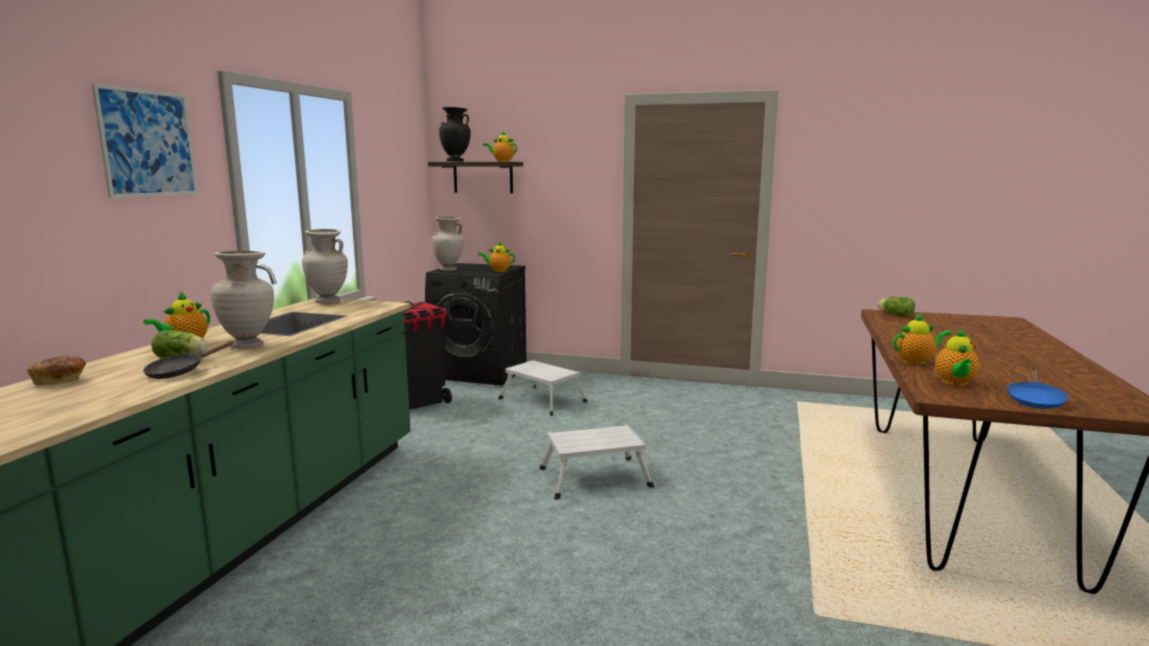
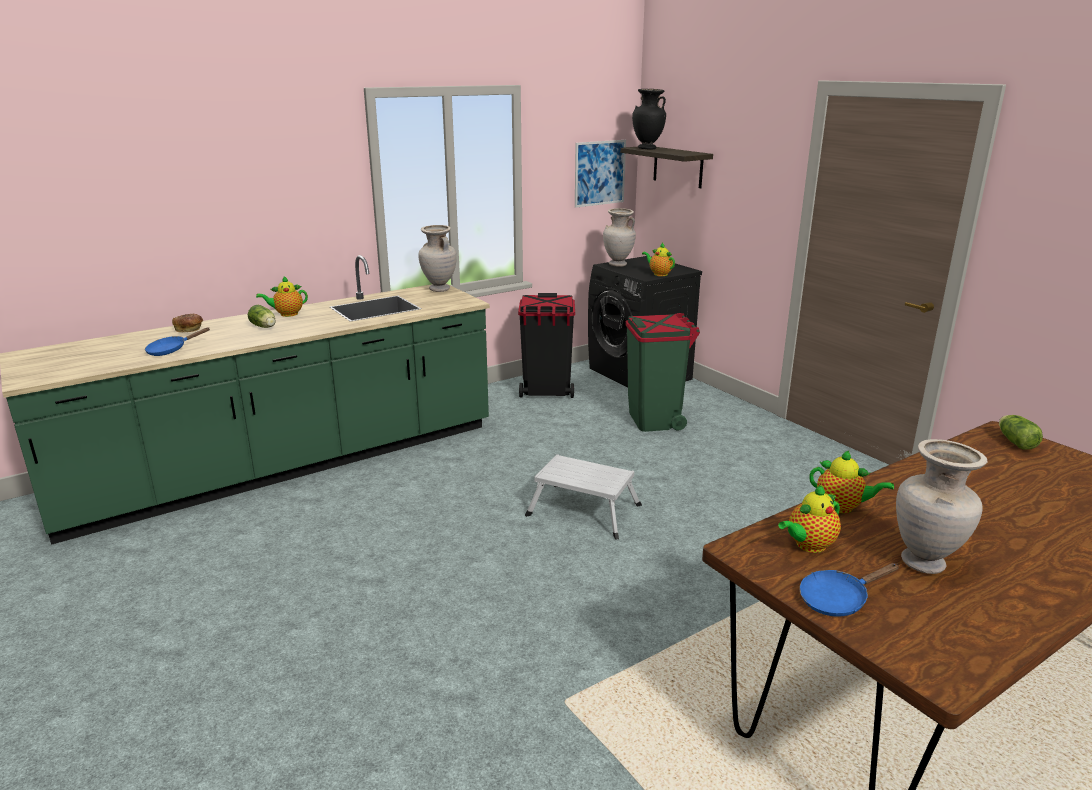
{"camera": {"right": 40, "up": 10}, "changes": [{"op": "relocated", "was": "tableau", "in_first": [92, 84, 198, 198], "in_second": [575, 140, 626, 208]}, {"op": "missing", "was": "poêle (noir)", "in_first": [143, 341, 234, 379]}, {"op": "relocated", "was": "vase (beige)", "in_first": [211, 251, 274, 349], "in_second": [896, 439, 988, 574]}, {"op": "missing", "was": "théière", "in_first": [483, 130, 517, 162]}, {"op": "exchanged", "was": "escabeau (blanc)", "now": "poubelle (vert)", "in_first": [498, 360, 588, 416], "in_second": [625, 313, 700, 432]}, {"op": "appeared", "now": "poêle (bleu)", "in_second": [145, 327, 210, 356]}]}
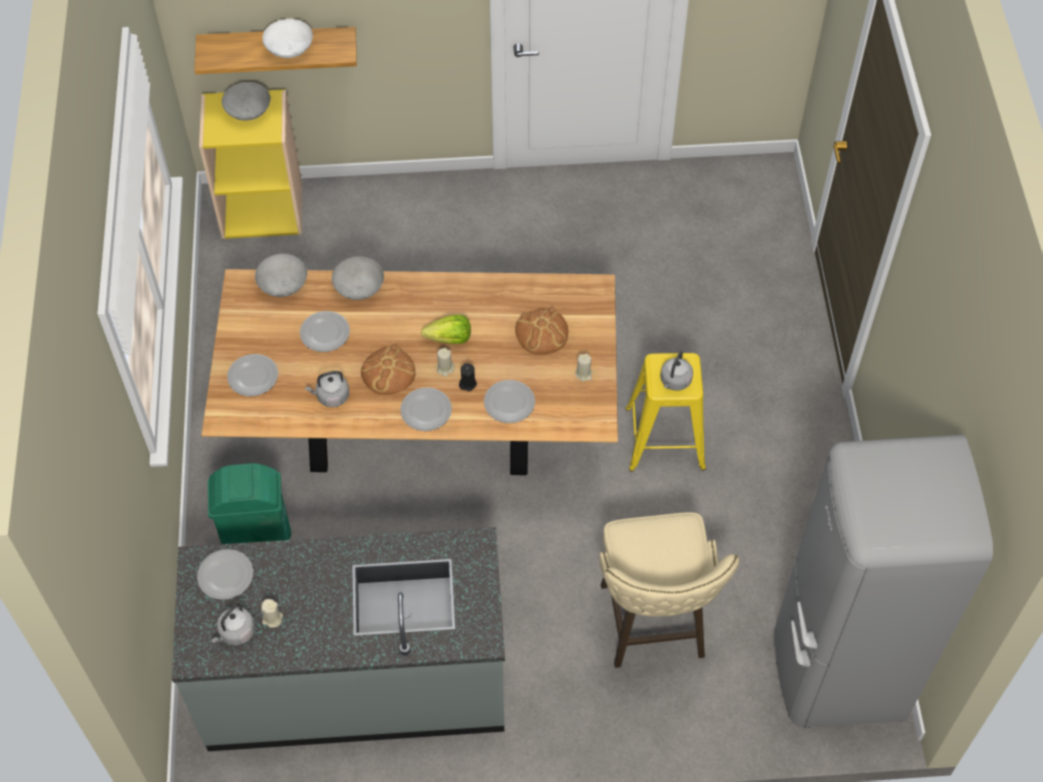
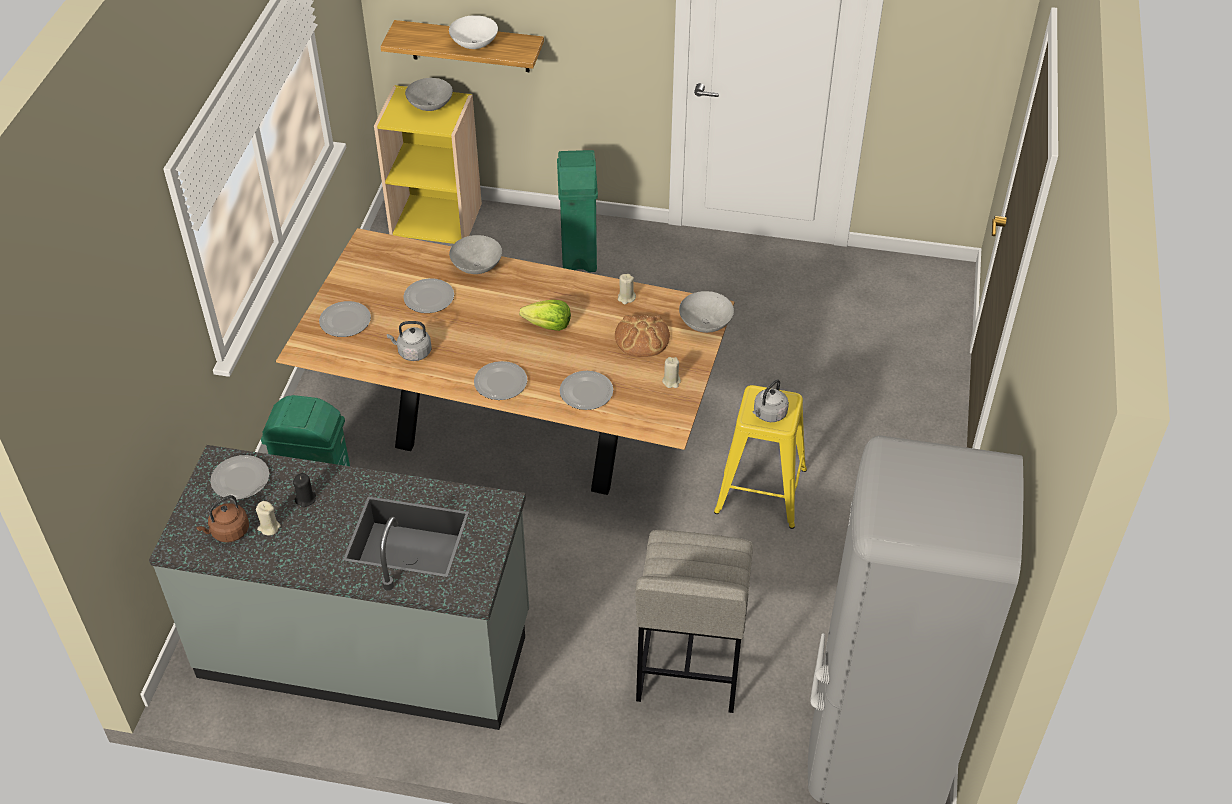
{"camera": {"right": 15, "up": -10}, "changes": [{"op": "colour", "was": "bouilloire (gris)", "now": "bouilloire (marron)", "in_first": [211, 603, 255, 645], "in_second": [196, 495, 249, 543]}, {"op": "relocated", "was": "bol (gris)", "in_first": [255, 254, 307, 297], "in_second": [679, 291, 734, 333]}, {"op": "missing", "was": "pain", "in_first": [361, 345, 416, 395]}, {"op": "relocated", "was": "bougie (beige)", "in_first": [437, 348, 454, 377], "in_second": [618, 274, 636, 305]}, {"op": "relocated", "was": "bougie (noir)", "in_first": [459, 363, 477, 391], "in_second": [293, 473, 316, 507]}, {"op": "exchanged", "was": "tabouret (beige)", "now": "chaise (gris)", "in_first": [600, 512, 740, 668], "in_second": [635, 530, 753, 713]}, {"op": "appeared", "now": "poubelle (vert)", "in_second": [557, 150, 598, 272]}]}
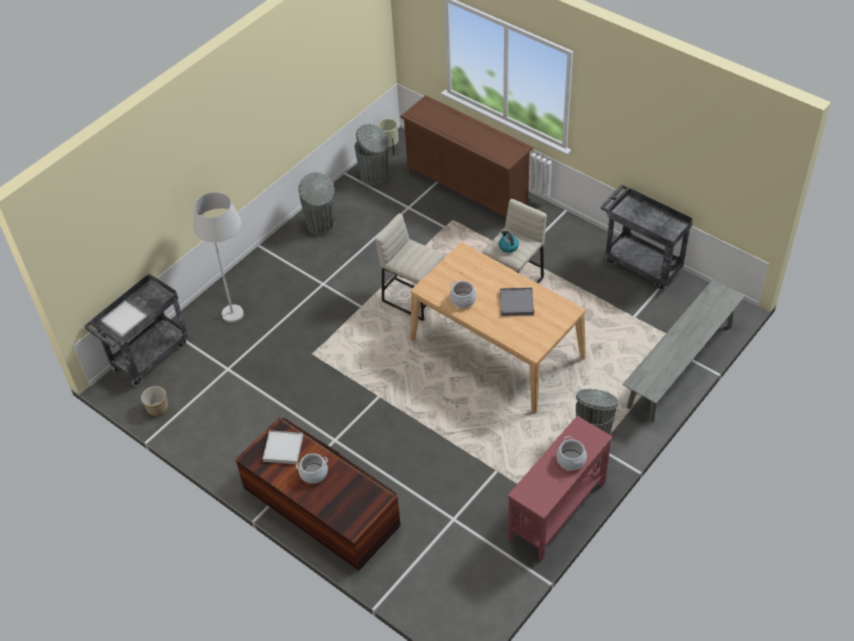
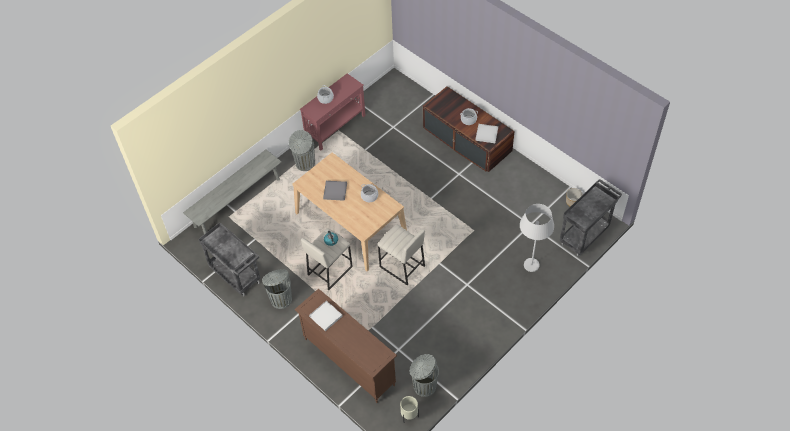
{"camera": {"right": -175, "up": 5}, "changes": [{"op": "relocated", "was": "plateau (blanc)", "in_first": [101, 301, 147, 337], "in_second": [309, 301, 342, 331]}, {"op": "relocated", "was": "poubelle (gris)", "in_first": [299, 172, 335, 235], "in_second": [262, 269, 292, 309]}]}
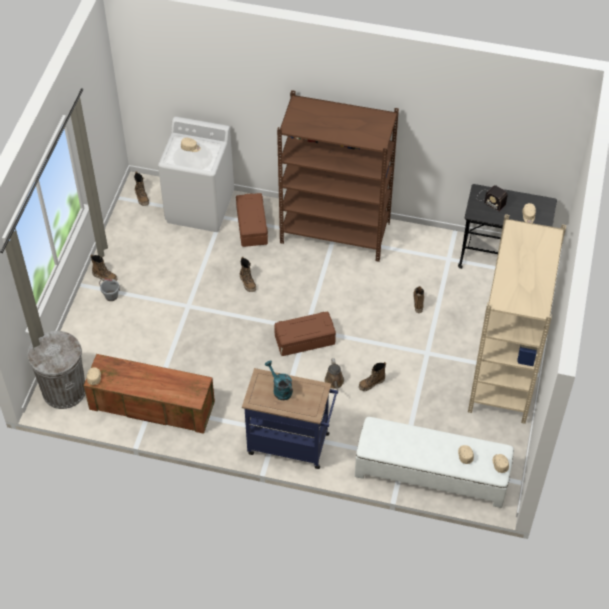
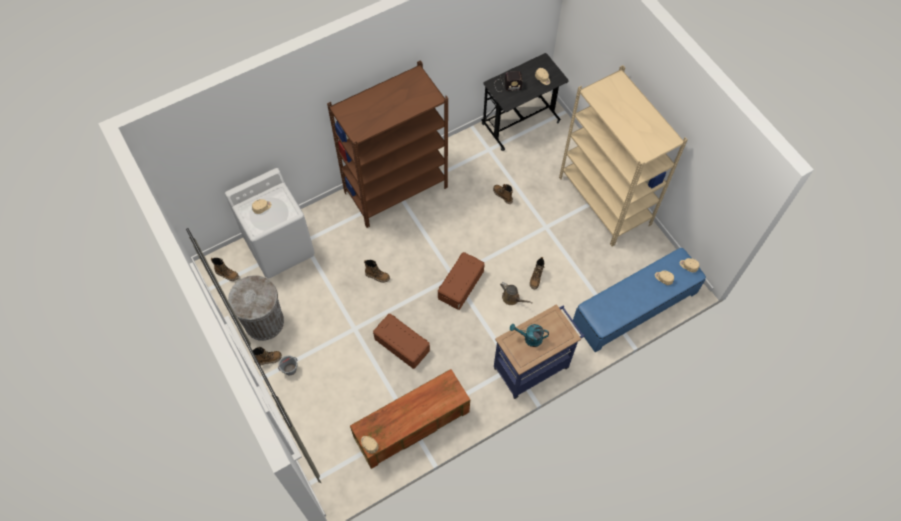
{"camera": {"right": -45, "up": 10}, "changes": [{"op": "relocated", "was": "poubelle (gris)", "in_first": [27, 331, 85, 409], "in_second": [228, 275, 284, 341]}, {"op": "relocated", "was": "boîte de rangement (marron)", "in_first": [236, 193, 268, 247], "in_second": [373, 314, 430, 369]}, {"op": "colour", "was": "banc (blanc)", "now": "banc (bleu)", "in_first": [355, 417, 514, 508], "in_second": [573, 248, 706, 352]}]}
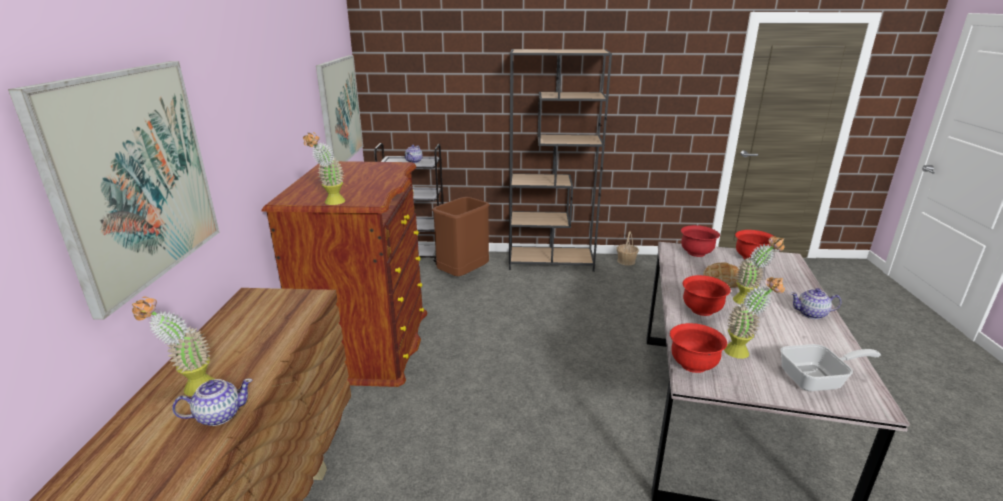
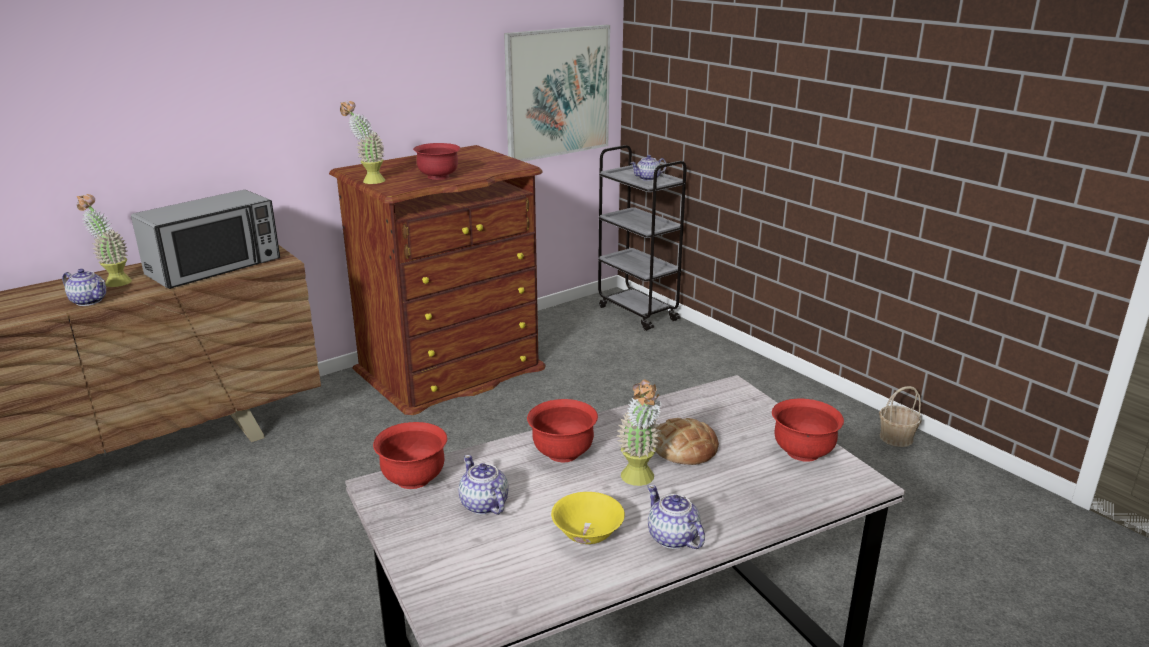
{"camera": {"right": 50, "up": 0}, "changes": [{"op": "missing", "was": "tableau", "in_first": [8, 61, 220, 320]}, {"op": "missing", "was": "poubelle (marron)", "in_first": [432, 197, 490, 276]}, {"op": "missing", "was": "bibliothèque", "in_first": [509, 49, 612, 272]}, {"op": "relocated", "was": "bol (rouge)", "in_first": [681, 225, 720, 257], "in_second": [413, 143, 460, 180]}, {"op": "exchanged", "was": "plante en pot", "now": "théière", "in_first": [724, 277, 785, 359], "in_second": [459, 455, 509, 515]}, {"op": "missing", "was": "poêle", "in_first": [780, 344, 881, 391]}, {"op": "appeared", "now": "micro-ondes", "in_second": [131, 190, 280, 289]}, {"op": "appeared", "now": "bol (jaune)", "in_second": [551, 492, 625, 544]}]}
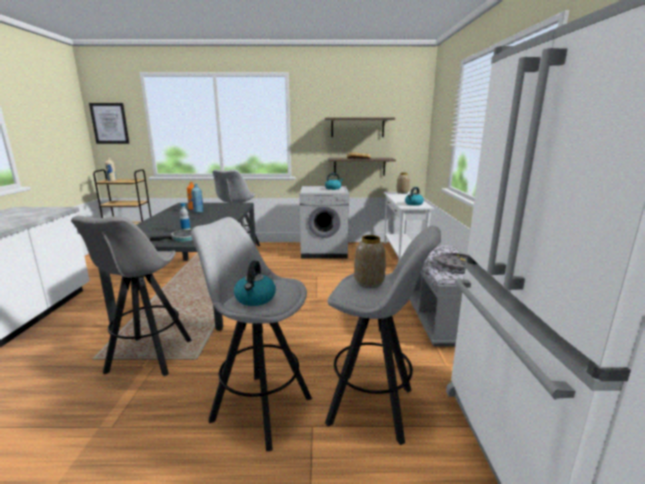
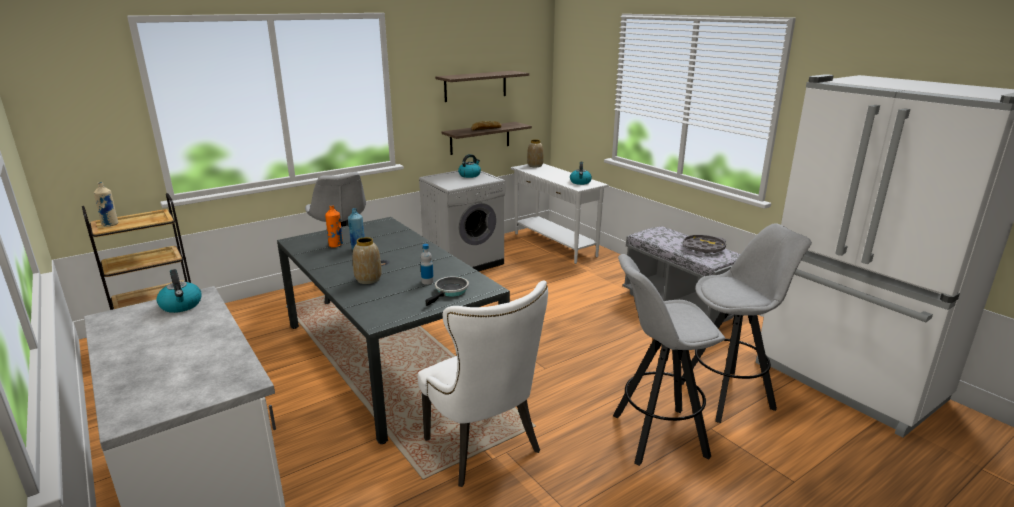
{"camera": {"right": -35, "up": 5}, "changes": [{"op": "exchanged", "was": "tabouret (gris)", "now": "chaise (blanc)", "in_first": [71, 216, 192, 376], "in_second": [417, 281, 548, 487]}, {"op": "missing", "was": "tableau", "in_first": [89, 103, 130, 144]}, {"op": "relocated", "was": "bouilloire", "in_first": [234, 261, 276, 306], "in_second": [156, 269, 201, 313]}, {"op": "relocated", "was": "vase", "in_first": [354, 235, 386, 288], "in_second": [353, 237, 382, 284]}]}
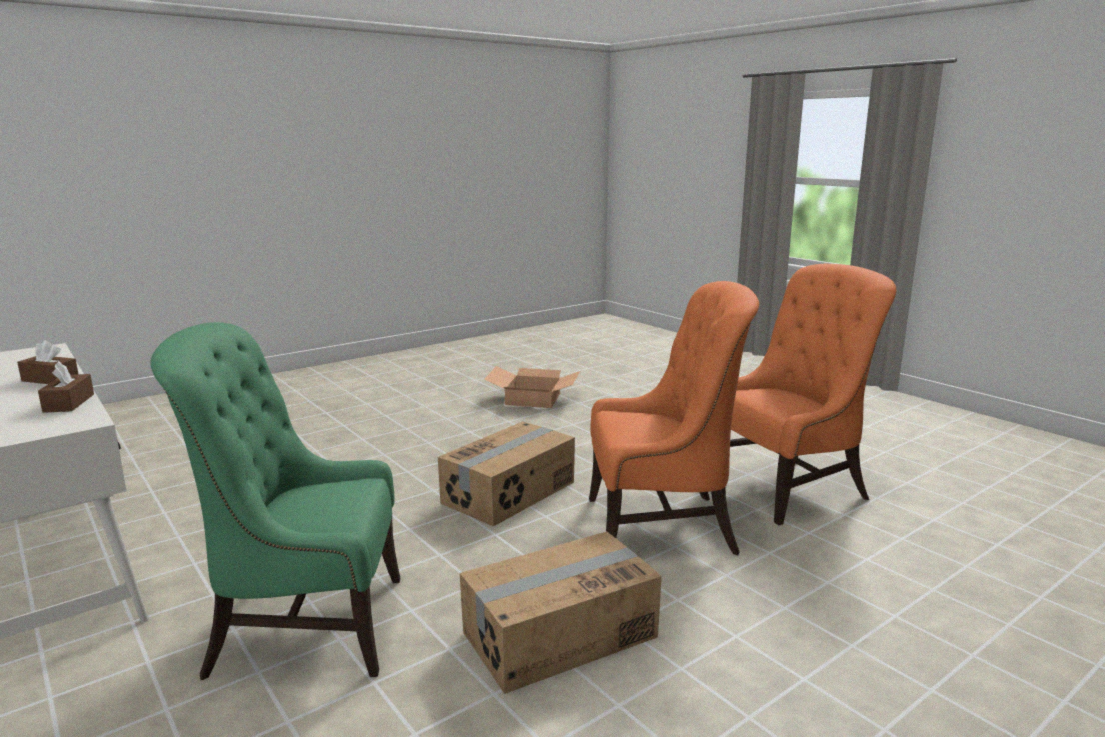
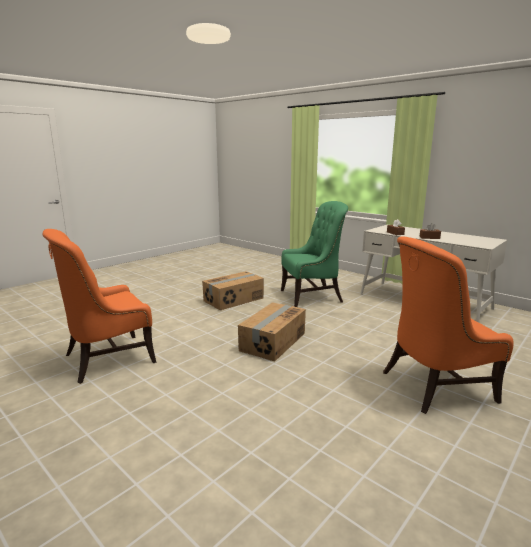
{"camera": {"right": 170, "up": 0}, "changes": [{"op": "missing", "was": "carton", "in_first": [484, 366, 580, 408]}, {"op": "relocated", "was": "chaise (orange)", "in_first": [589, 281, 759, 555], "in_second": [383, 237, 514, 414]}]}
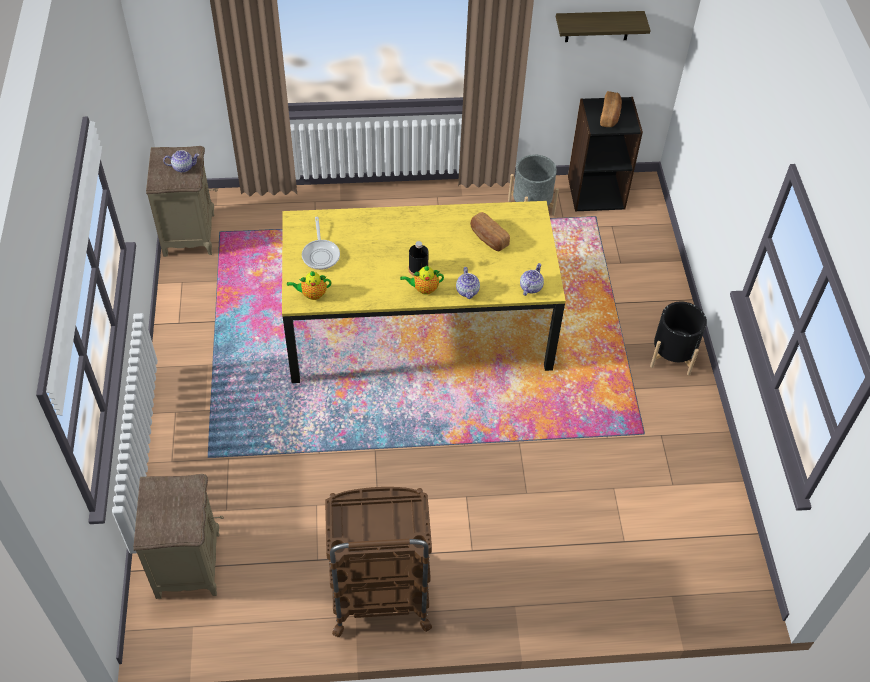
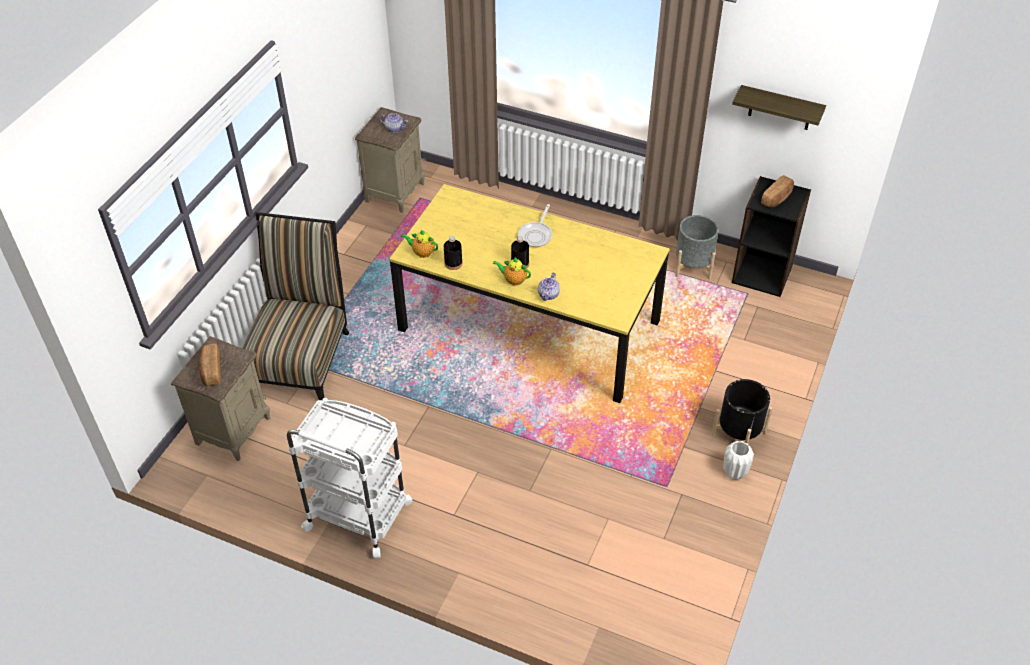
{"camera": {"right": 30, "up": -5}, "changes": [{"op": "relocated", "was": "poêle", "in_first": [302, 217, 340, 270], "in_second": [518, 204, 552, 247]}, {"op": "colour", "was": "chariot (marron)", "now": "chariot (blanc)", "in_first": [325, 487, 432, 637], "in_second": [287, 398, 413, 558]}, {"op": "relocated", "was": "pain", "in_first": [470, 212, 510, 251], "in_second": [198, 344, 221, 386]}, {"op": "missing", "was": "théière", "in_first": [520, 263, 544, 296]}, {"op": "appeared", "now": "chaise", "in_second": [243, 212, 349, 400]}, {"op": "appeared", "now": "bouteille (noir)", "in_second": [444, 236, 463, 270]}, {"op": "appeared", "now": "vase (blanc)", "in_second": [723, 441, 754, 480]}]}
